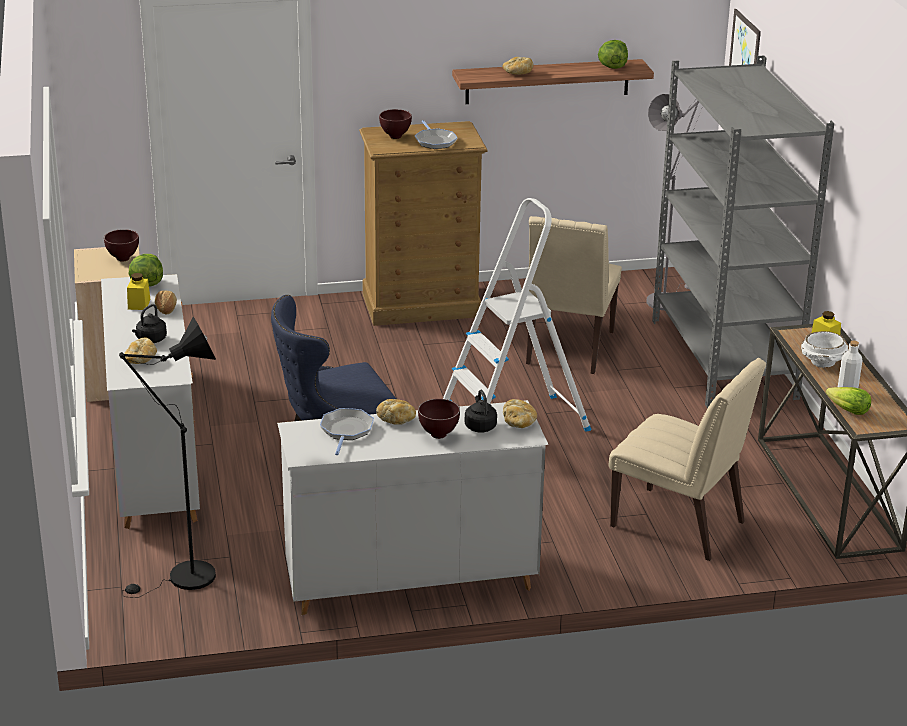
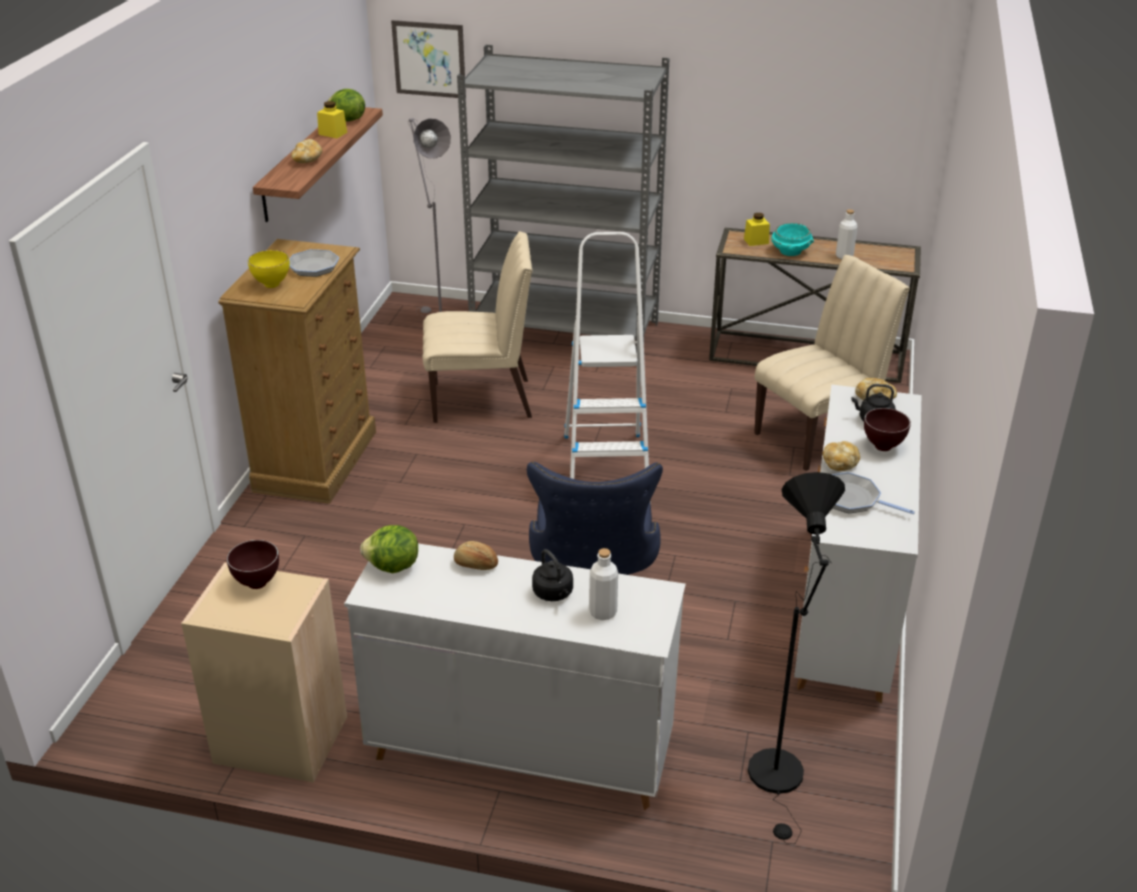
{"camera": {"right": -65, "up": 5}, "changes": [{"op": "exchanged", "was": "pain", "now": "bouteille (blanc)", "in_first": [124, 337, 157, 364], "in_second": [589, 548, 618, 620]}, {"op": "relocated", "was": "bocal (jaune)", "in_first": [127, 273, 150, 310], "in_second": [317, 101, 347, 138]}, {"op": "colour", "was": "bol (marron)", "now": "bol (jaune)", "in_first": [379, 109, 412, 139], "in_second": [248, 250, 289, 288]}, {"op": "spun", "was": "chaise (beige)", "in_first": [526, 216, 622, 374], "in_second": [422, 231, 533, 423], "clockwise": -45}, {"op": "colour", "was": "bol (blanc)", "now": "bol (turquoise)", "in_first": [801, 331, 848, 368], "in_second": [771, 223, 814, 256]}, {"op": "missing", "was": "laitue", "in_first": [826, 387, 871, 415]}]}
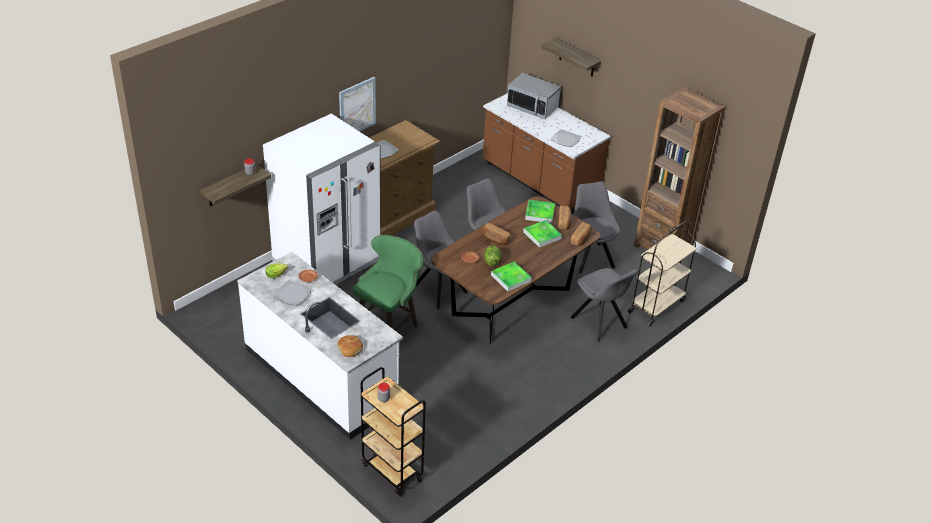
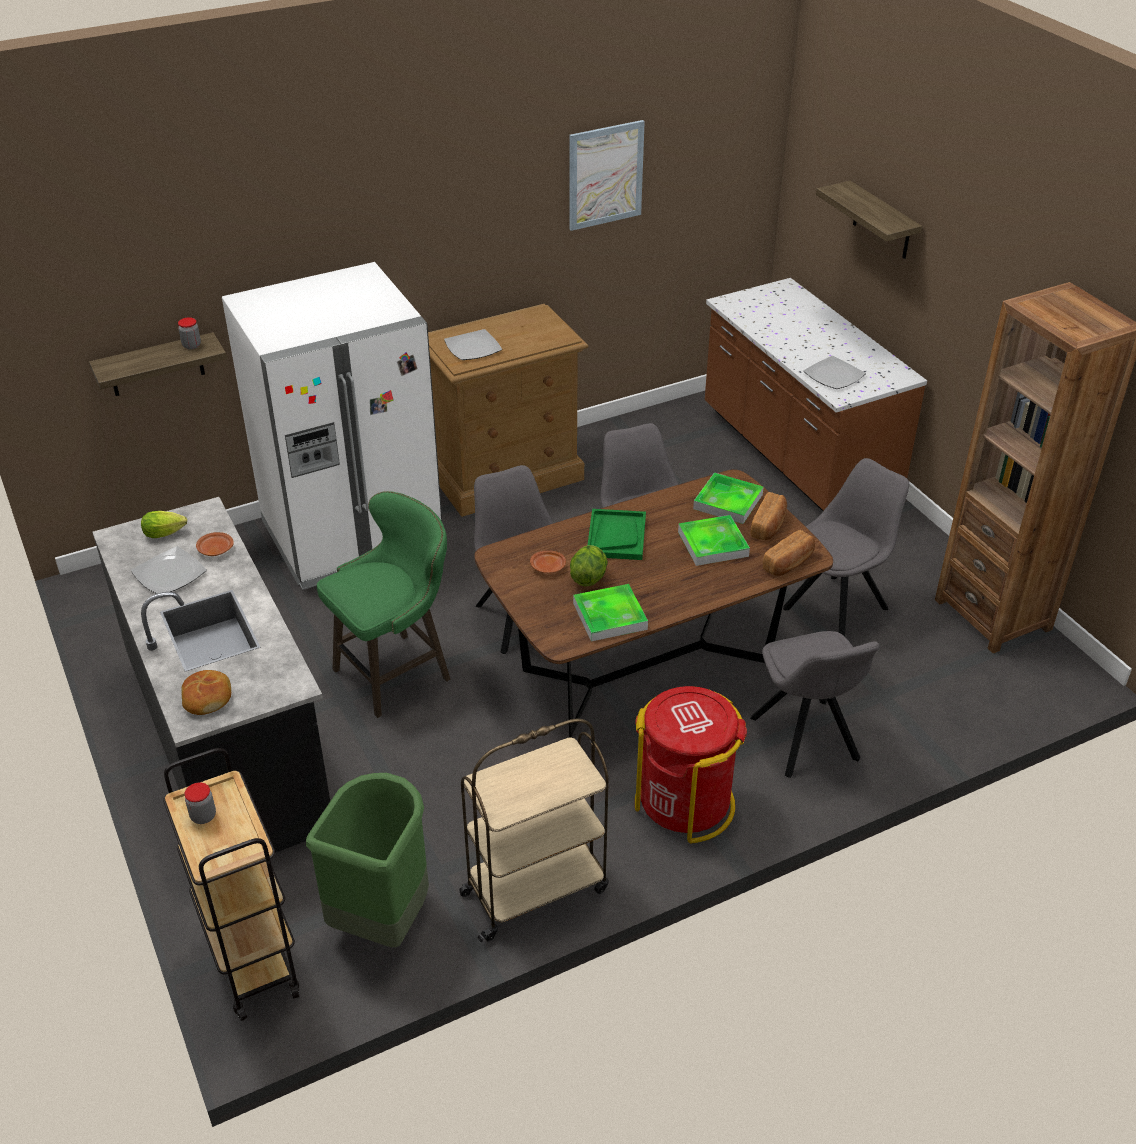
{"camera": {"right": 20, "up": 0}, "changes": [{"op": "colour", "was": "comptoir de cuisine (blanc)", "now": "comptoir de cuisine (noir)", "in_first": [237, 252, 403, 440], "in_second": [92, 497, 330, 853]}, {"op": "relocated", "was": "tableau", "in_first": [339, 77, 376, 132], "in_second": [569, 120, 645, 231]}, {"op": "exchanged", "was": "pain", "now": "plateau (vert)", "in_first": [482, 223, 511, 245], "in_second": [587, 509, 646, 560]}, {"op": "missing", "was": "micro-ondes", "in_first": [507, 73, 561, 119]}, {"op": "spun", "was": "chaise (gris)", "in_first": [573, 181, 620, 274], "in_second": [783, 458, 909, 636], "clockwise": 45}, {"op": "relocated", "was": "chariot (beige)", "in_first": [628, 221, 696, 326], "in_second": [459, 719, 609, 943]}, {"op": "appeared", "now": "poubelle (vert)", "in_second": [306, 773, 429, 948]}, {"op": "appeared", "now": "poubelle (rouge)", "in_second": [635, 686, 747, 843]}]}
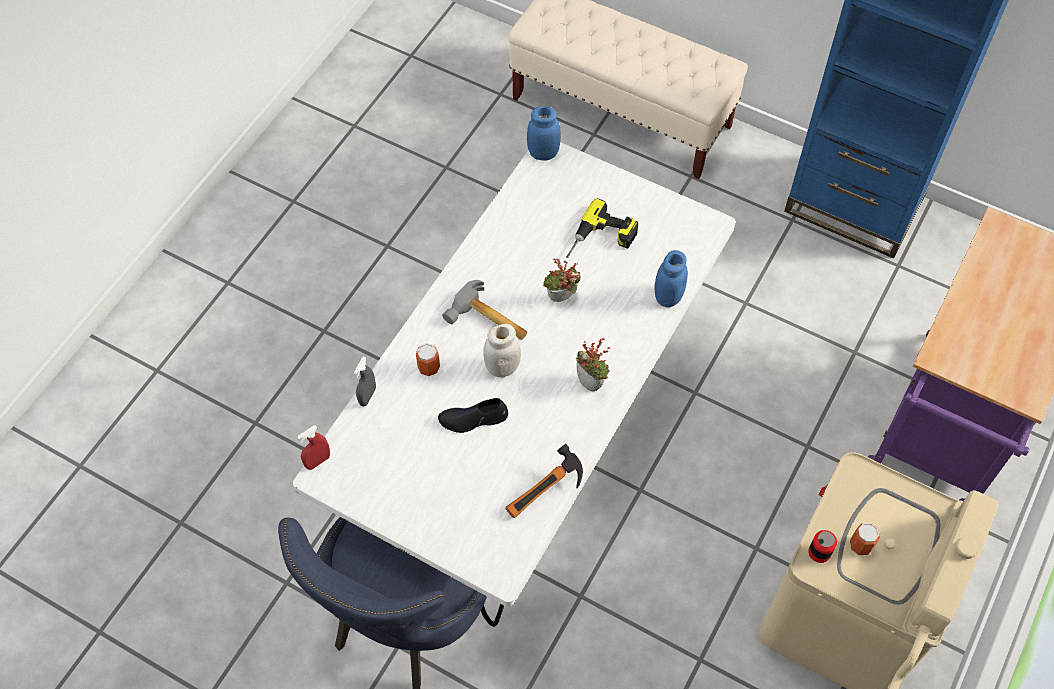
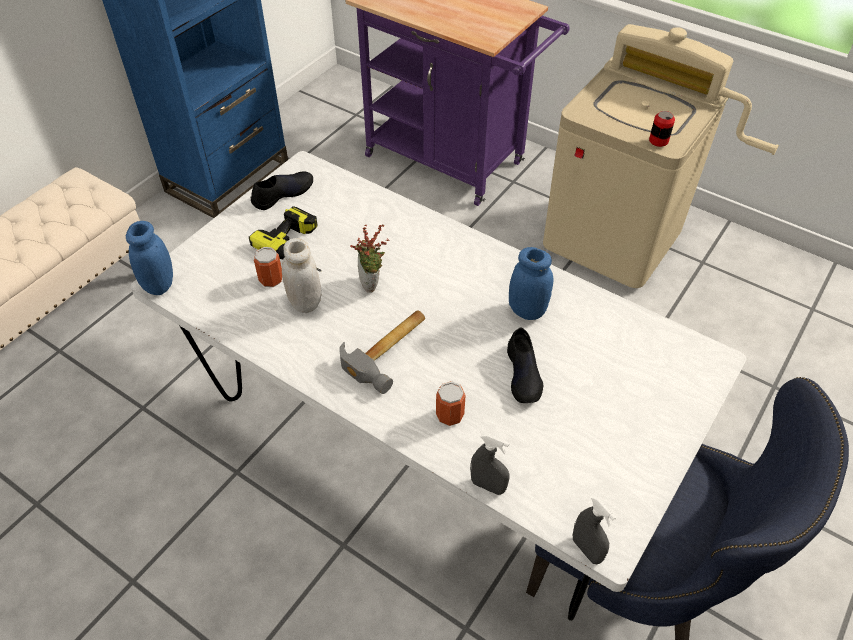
{"camera": {"right": -85, "up": -10}, "changes": [{"op": "colour", "was": "vaporisateur (rouge)", "now": "vaporisateur (gris)", "in_first": [297, 425, 330, 470], "in_second": [573, 495, 616, 564]}, {"op": "relocated", "was": "bocal (blanc)", "in_first": [483, 324, 521, 377], "in_second": [282, 238, 321, 313]}, {"op": "missing", "was": "marteau", "in_first": [505, 444, 583, 518]}, {"op": "missing", "was": "plante en pot", "in_first": [576, 338, 611, 391]}, {"op": "relocated", "was": "bocal (bleu)", "in_first": [655, 250, 688, 307], "in_second": [509, 247, 553, 320]}, {"op": "relocated", "was": "boîte métallique", "in_first": [850, 523, 880, 555], "in_second": [254, 247, 282, 287]}, {"op": "appeared", "now": "chaussure (noir)", "in_second": [250, 172, 313, 210]}]}
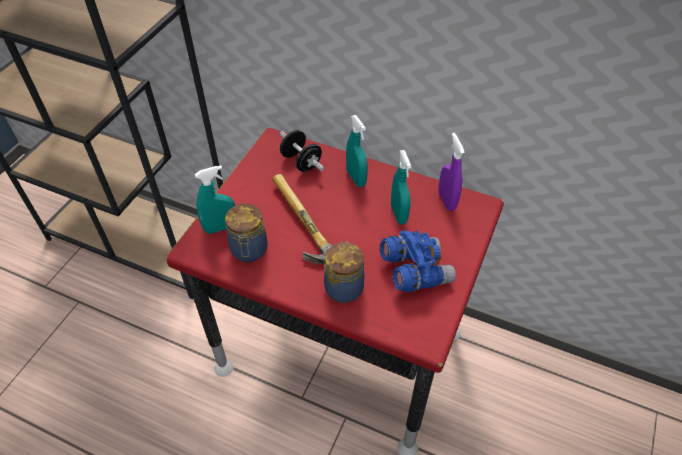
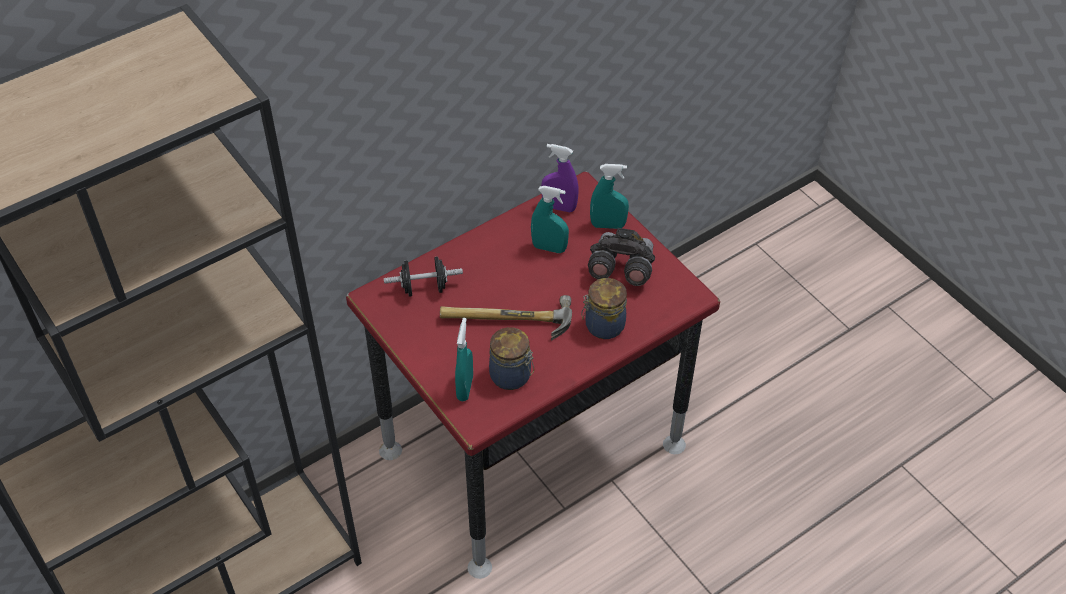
{"camera": {"right": -60, "up": 0}, "changes": [{"op": "relocated", "was": "vaporisateur (turquoise)", "in_first": [346, 115, 368, 187], "in_second": [590, 164, 629, 229]}, {"op": "colour", "was": "jumelles (bleu)", "now": "jumelles (gris)", "in_first": [380, 231, 456, 292], "in_second": [588, 228, 655, 286]}]}
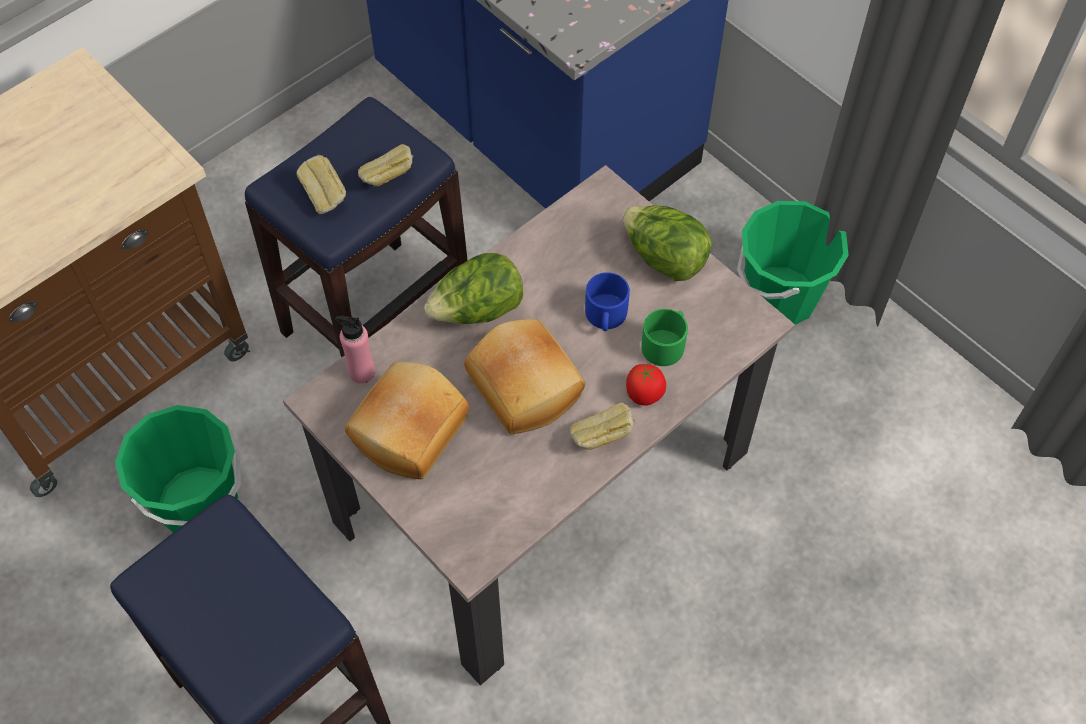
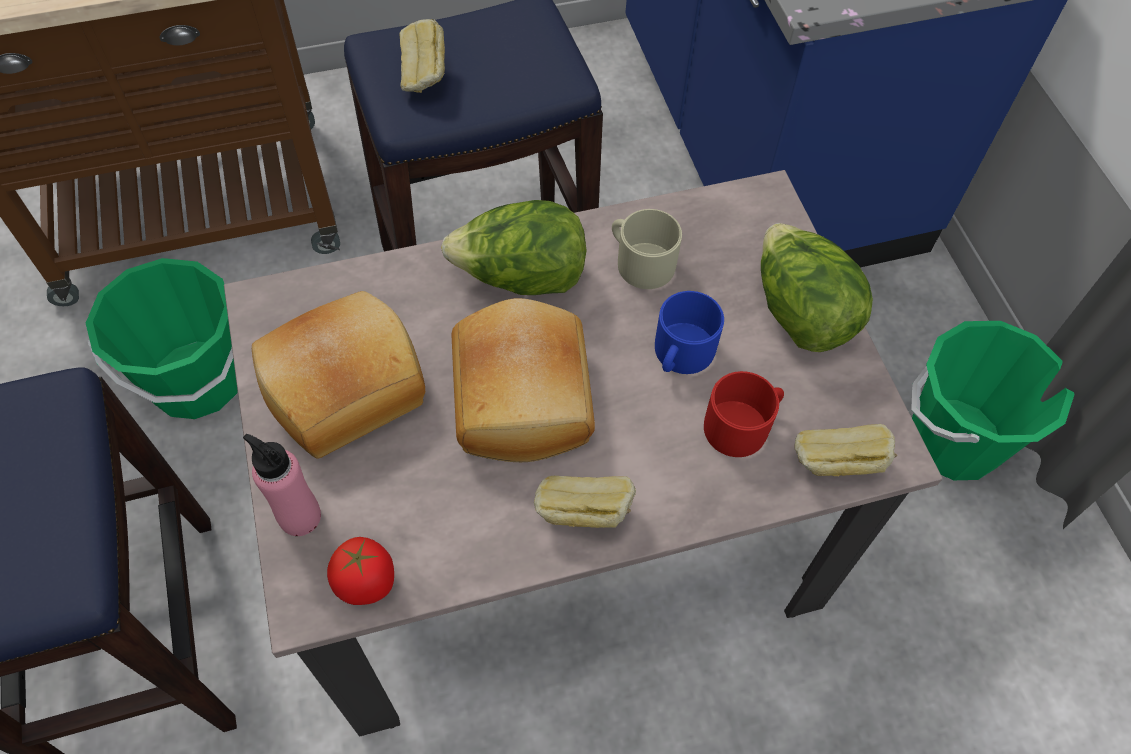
{"camera": {"right": 25, "up": 0}, "changes": [{"op": "relocated", "was": "bouteille (rose)", "in_first": [335, 316, 375, 384], "in_second": [243, 434, 321, 536]}, {"op": "relocated", "was": "pain", "in_first": [358, 144, 413, 187], "in_second": [794, 424, 897, 476]}, {"op": "relocated", "was": "tomate", "in_first": [626, 363, 666, 406], "in_second": [327, 537, 394, 605]}, {"op": "colour", "was": "mug (vert)", "now": "mug (rouge)", "in_first": [641, 309, 688, 366], "in_second": [704, 371, 784, 457]}, {"op": "appeared", "now": "mug (beige)", "in_second": [612, 209, 682, 289]}]}
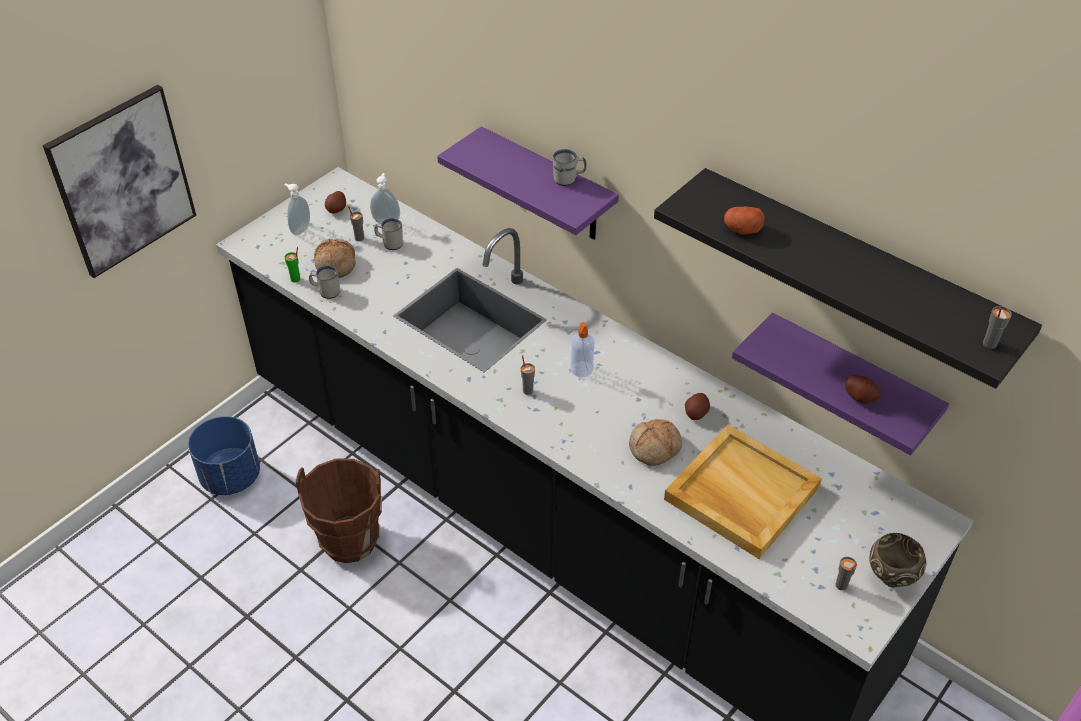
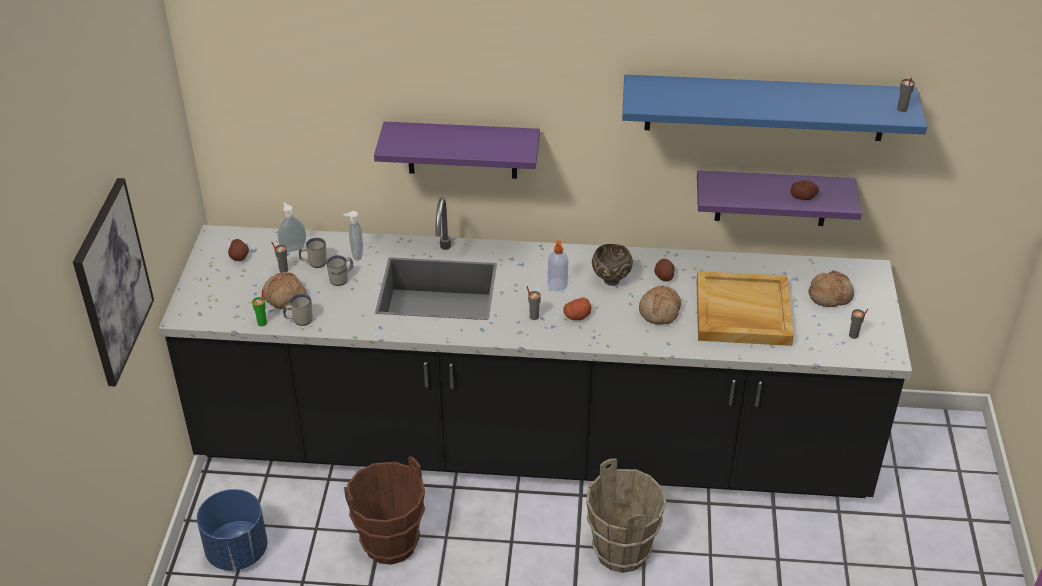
{"camera": {"right": -35, "up": -5}, "changes": [{"op": "relocated", "was": "distributeur de savon", "in_first": [284, 184, 310, 235], "in_second": [344, 211, 363, 260]}, {"op": "relocated", "was": "mug (blanc)", "in_first": [553, 149, 586, 186], "in_second": [326, 255, 353, 286]}, {"op": "colour", "was": "étagère (noir)", "now": "étagère (bleu)", "in_first": [654, 168, 1042, 389], "in_second": [622, 75, 927, 141]}, {"op": "relocated", "was": "pomme de terre", "in_first": [724, 207, 765, 234], "in_second": [563, 297, 591, 320]}, {"op": "relocated", "was": "bol (marron)", "in_first": [869, 533, 927, 587], "in_second": [592, 244, 633, 286]}, {"op": "appeared", "now": "seau (marron)", "in_second": [586, 458, 666, 573]}, {"op": "appeared", "now": "pain", "in_second": [808, 271, 854, 307]}]}
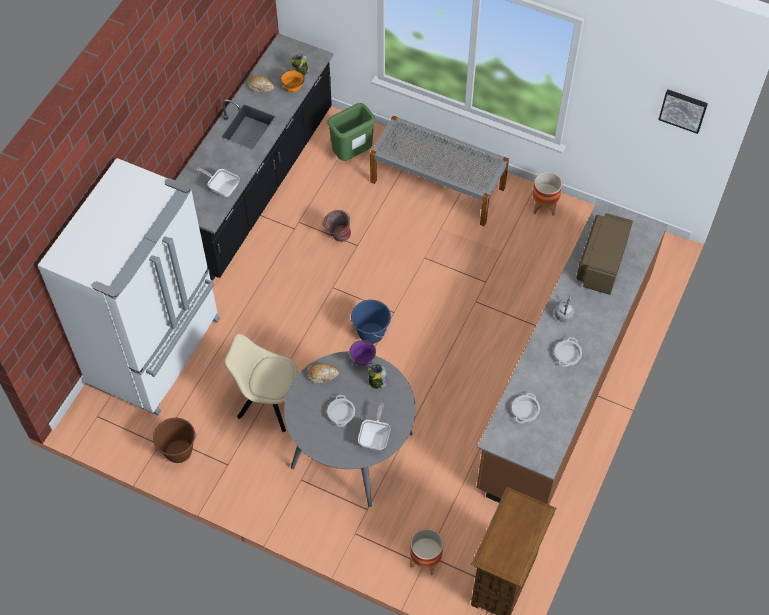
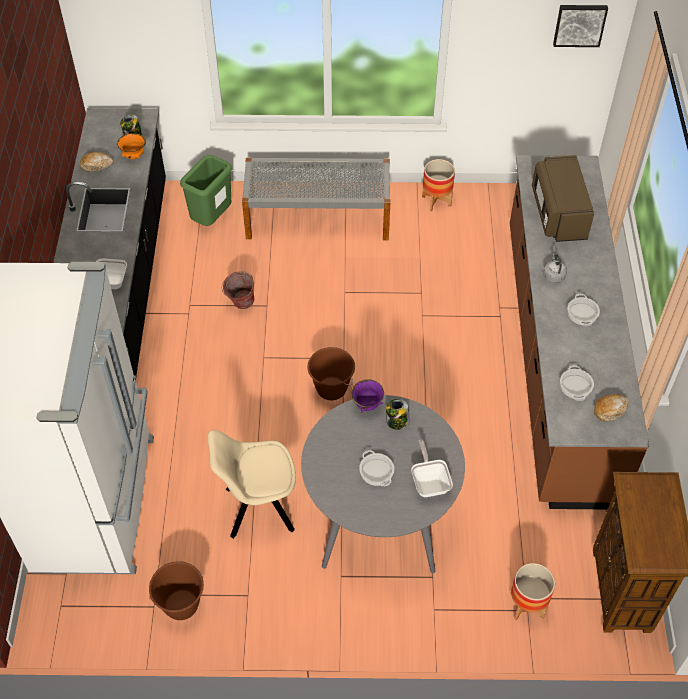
{"camera": {"right": -25, "up": -5}, "changes": [{"op": "relocated", "was": "pain", "in_first": [308, 363, 339, 383], "in_second": [594, 394, 629, 421]}, {"op": "colour", "was": "seau (bleu)", "now": "seau (marron)", "in_first": [351, 300, 391, 344], "in_second": [307, 347, 355, 400]}]}
